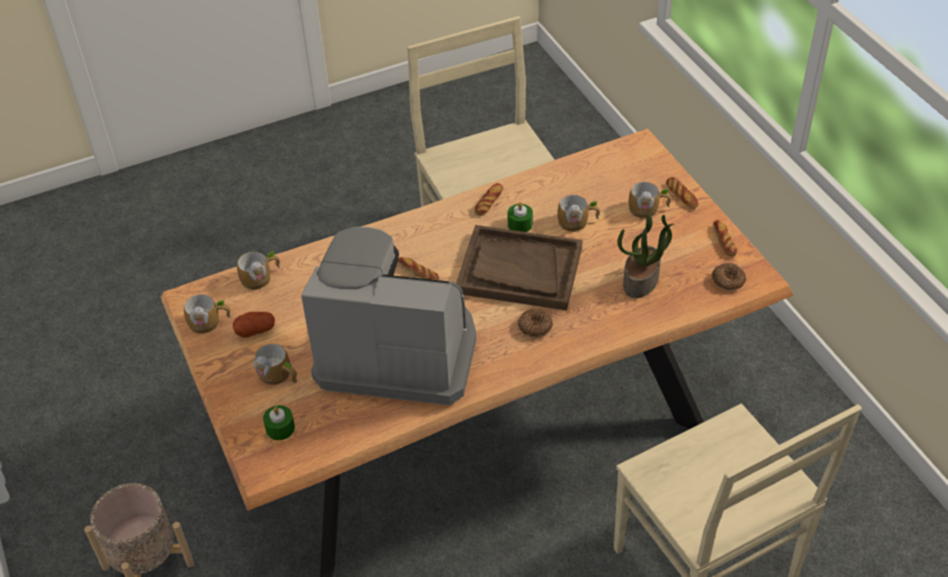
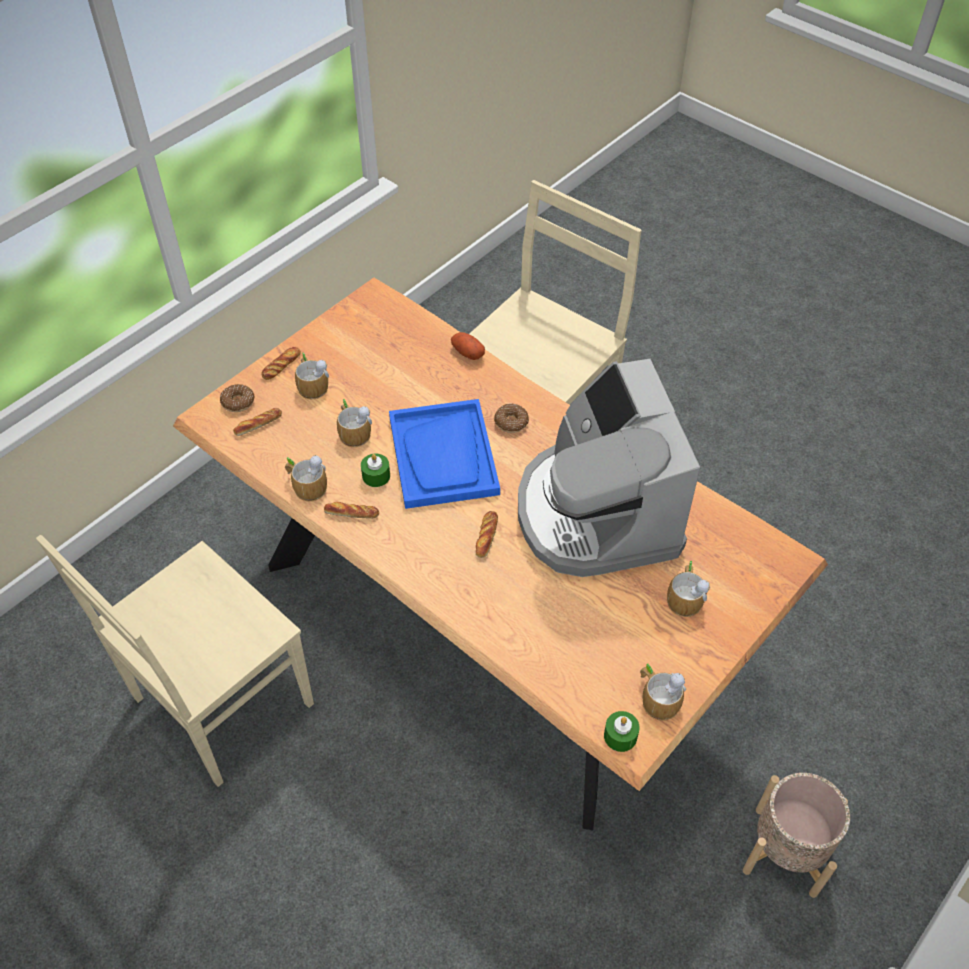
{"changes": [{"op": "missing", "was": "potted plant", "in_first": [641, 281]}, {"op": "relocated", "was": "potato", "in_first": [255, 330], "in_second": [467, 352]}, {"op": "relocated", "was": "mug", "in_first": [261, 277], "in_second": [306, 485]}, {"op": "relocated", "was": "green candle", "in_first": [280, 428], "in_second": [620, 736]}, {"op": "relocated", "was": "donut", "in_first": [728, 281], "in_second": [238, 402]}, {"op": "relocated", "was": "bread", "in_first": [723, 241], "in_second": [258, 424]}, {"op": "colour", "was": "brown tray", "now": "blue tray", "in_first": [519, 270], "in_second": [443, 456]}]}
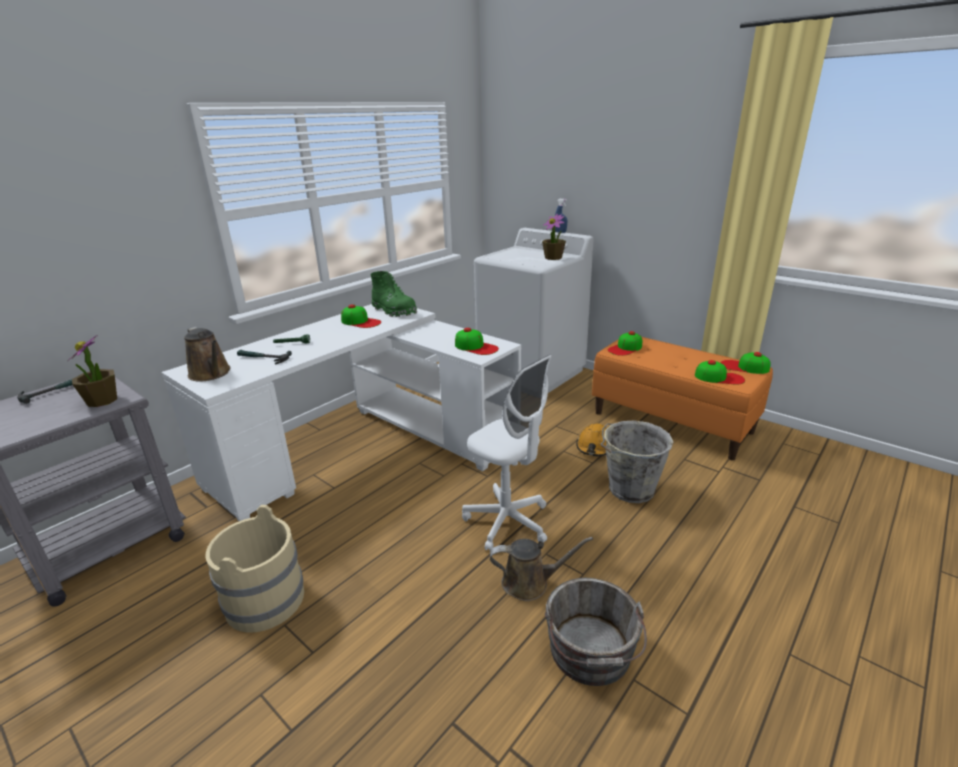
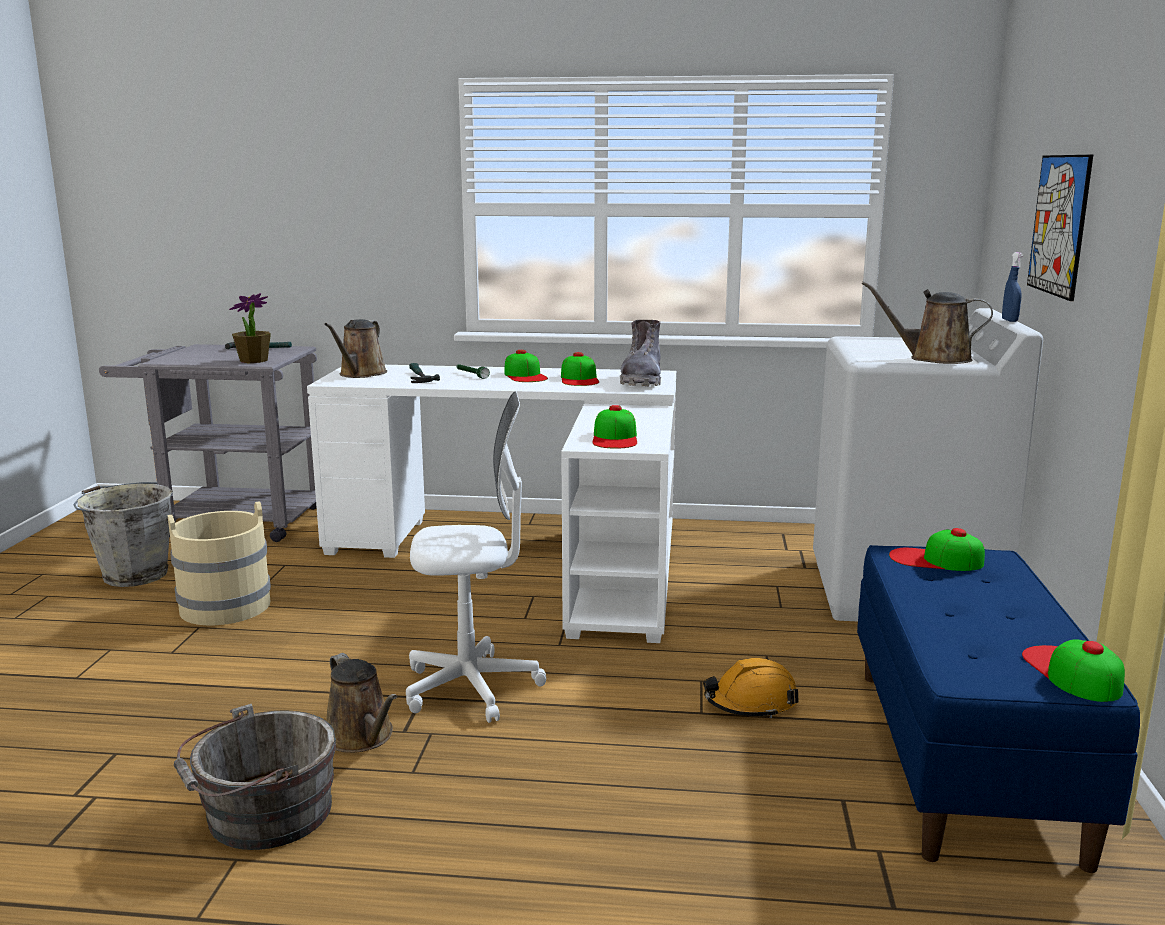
{"changes": [{"op": "appeared", "now": "picture", "in_second": [1059, 225]}, {"op": "relocated", "was": "grey bucket", "in_first": [629, 490], "in_second": [134, 574]}, {"op": "relocated", "was": "cap", "in_first": [719, 377], "in_second": [525, 375]}, {"op": "exchanged", "was": "potted plant", "now": "brown watering can", "in_first": [553, 258], "in_second": [933, 359]}, {"op": "colour", "was": "green boot", "now": "grey boot", "in_first": [394, 311], "in_second": [642, 381]}, {"op": "colour", "was": "orange bench", "now": "blue bench", "in_first": [672, 422], "in_second": [965, 760]}, {"op": "spun", "was": "white office chair", "in_first": [507, 522], "in_second": [471, 688], "clockwise": -105}]}
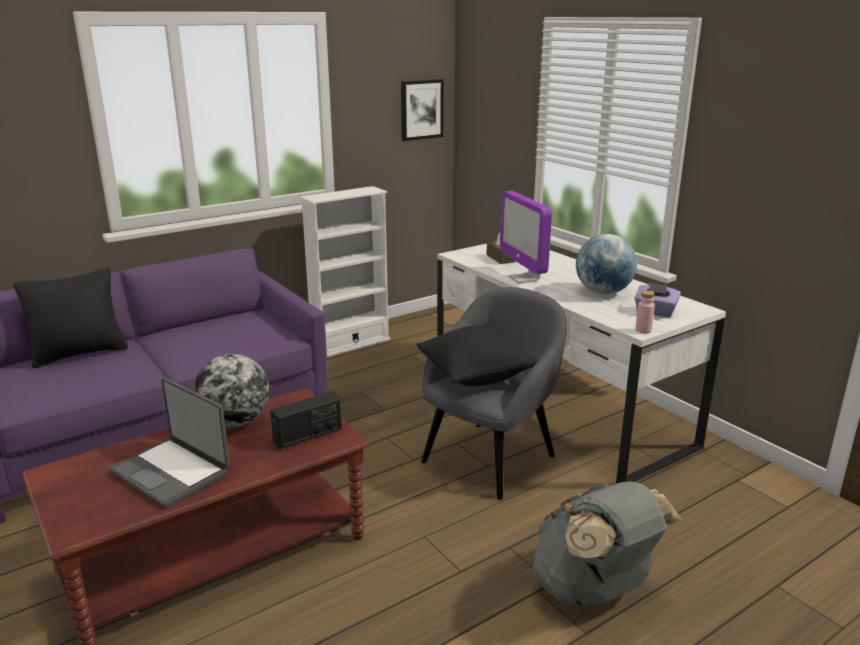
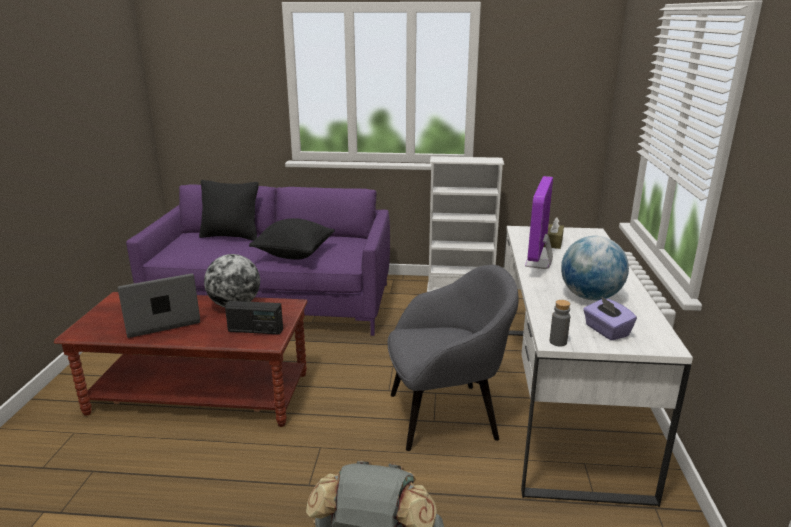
{"changes": [{"op": "missing", "was": "picture", "in_first": [421, 109]}, {"op": "relocated", "was": "black pillow", "in_first": [475, 377], "in_second": [294, 254]}, {"op": "colour", "was": "pink bottle", "now": "grey bottle", "in_first": [643, 330], "in_second": [558, 342]}, {"op": "spun", "was": "laptop", "in_first": [172, 472], "in_second": [161, 321], "clockwise": 75}]}
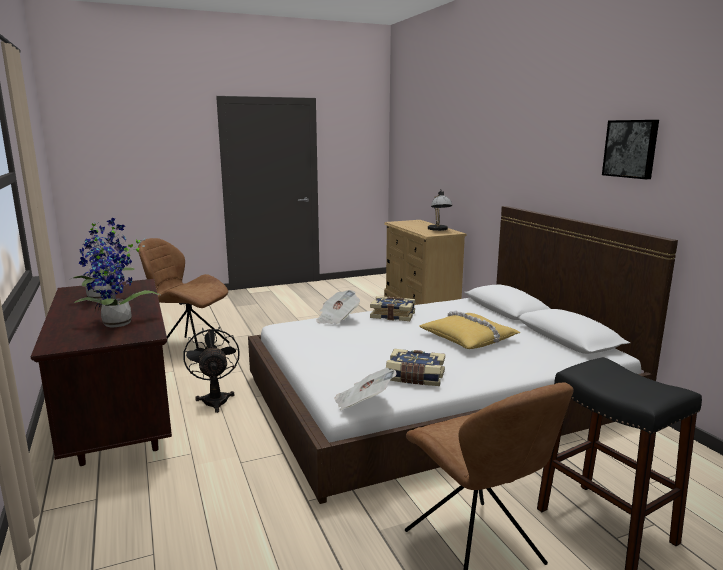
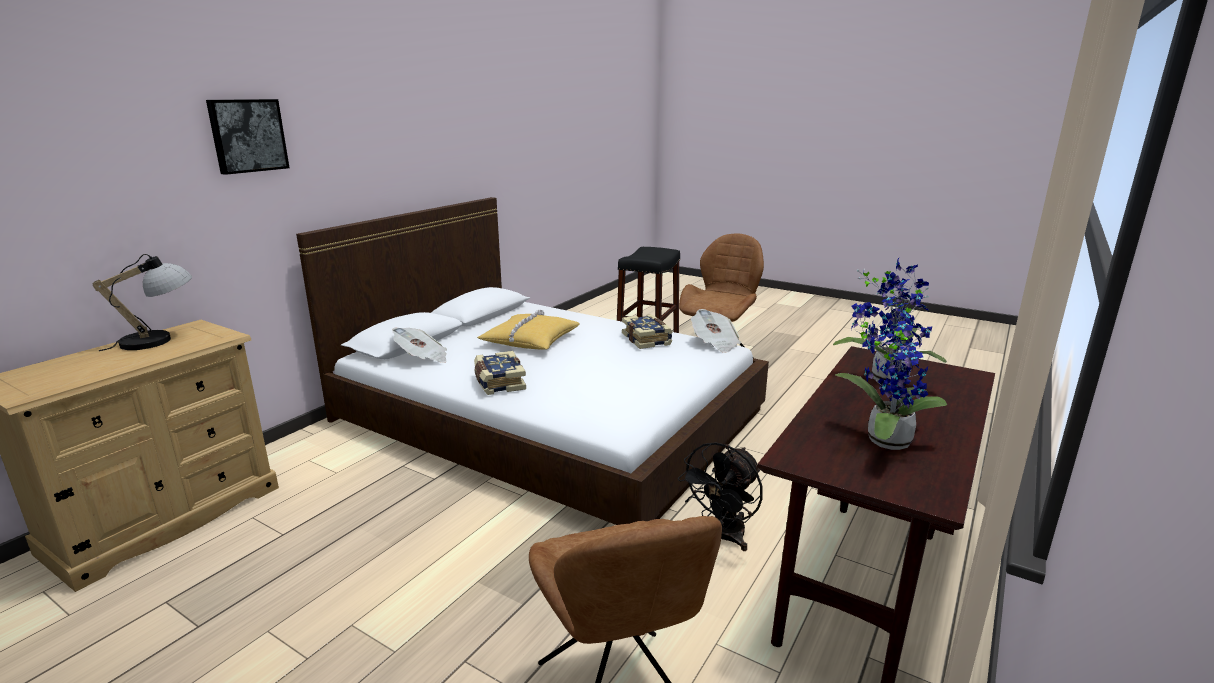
{"changes": [{"op": "relocated", "was": "newspaper", "in_first": [337, 319], "in_second": [423, 358]}, {"op": "relocated", "was": "picture", "in_first": [631, 148], "in_second": [247, 135]}]}
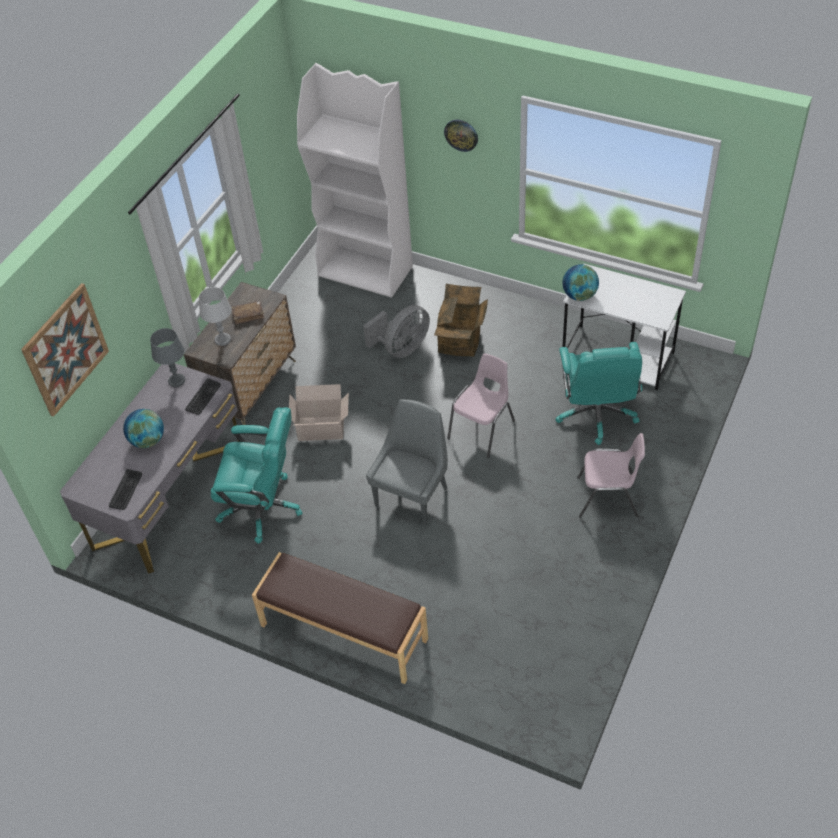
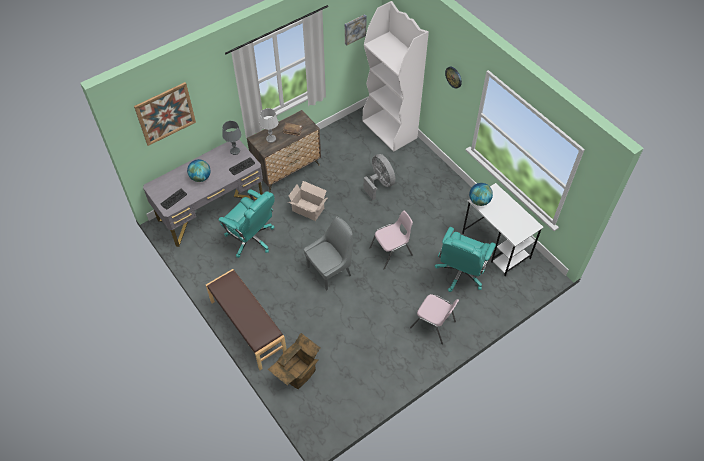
{"changes": [{"op": "appeared", "now": "picture", "in_second": [354, 29]}, {"op": "relocated", "was": "cardboard box", "in_first": [461, 342], "in_second": [297, 373]}, {"op": "spun", "was": "grey fan", "in_first": [402, 348], "in_second": [379, 184], "clockwise": -105}]}
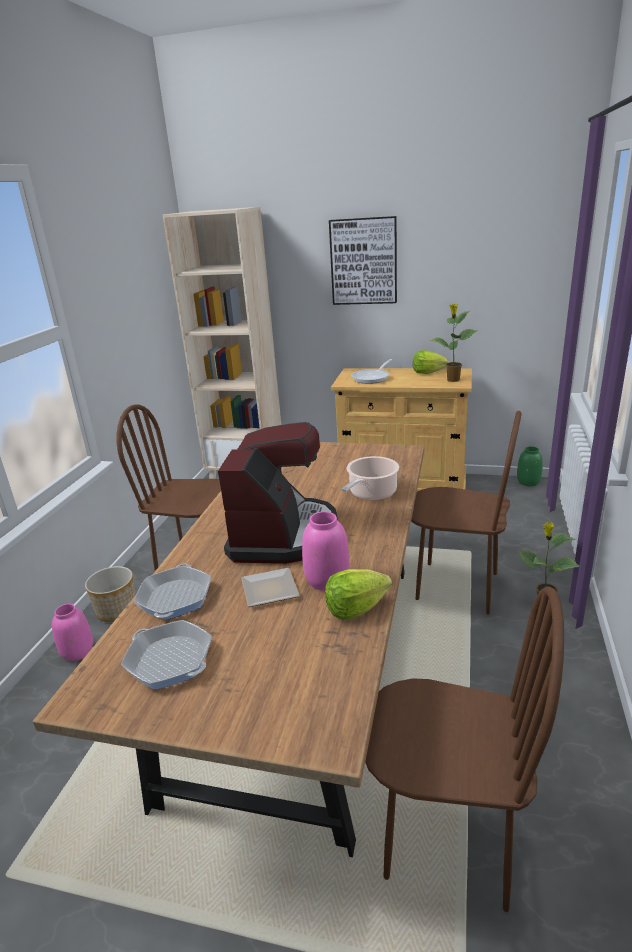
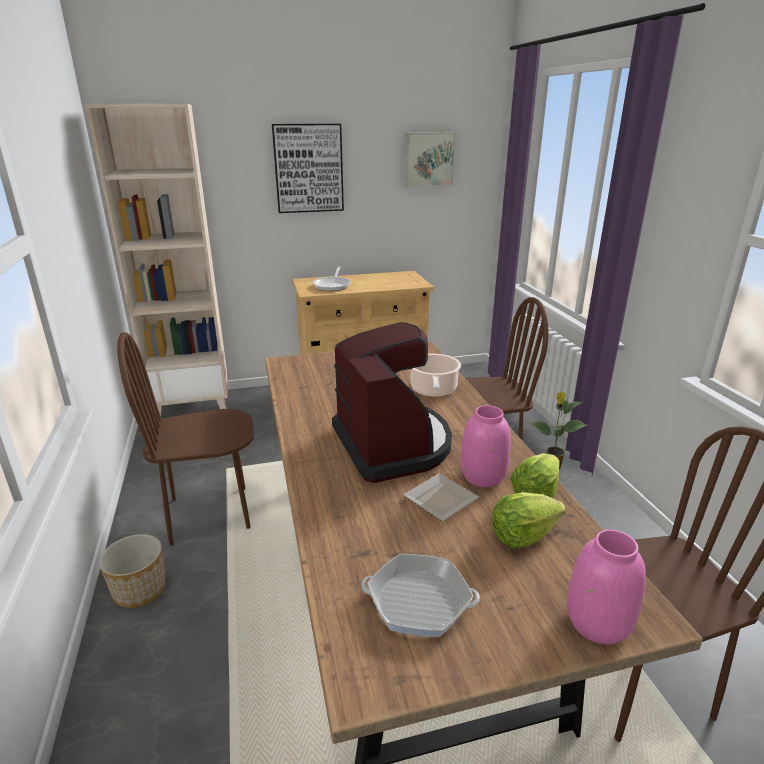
{"changes": [{"op": "missing", "was": "frying pan", "in_first": [175, 598]}, {"op": "missing", "was": "potted plant", "in_first": [452, 380]}, {"op": "missing", "was": "green vase", "in_first": [528, 482]}, {"op": "appeared", "now": "picture", "in_second": [428, 159]}, {"op": "relocated", "was": "pink vase", "in_first": [77, 652], "in_second": [598, 623]}, {"op": "relocated", "was": "lettuce", "in_first": [427, 372], "in_second": [523, 535]}]}
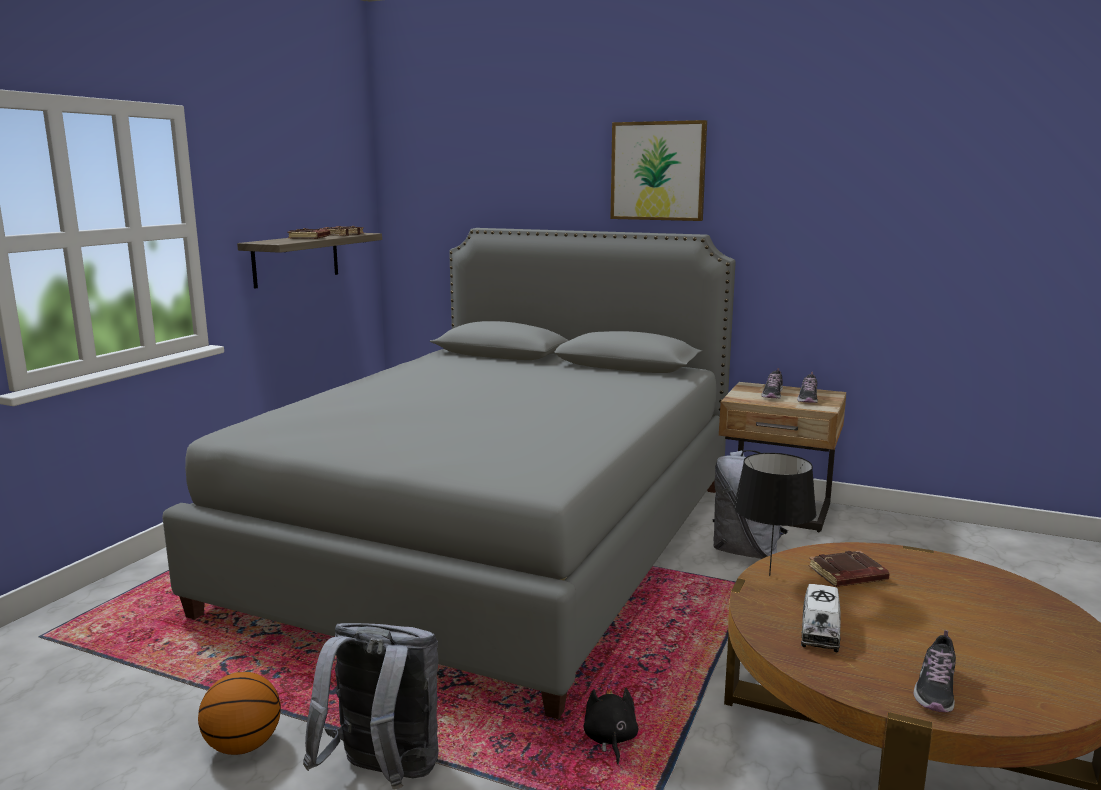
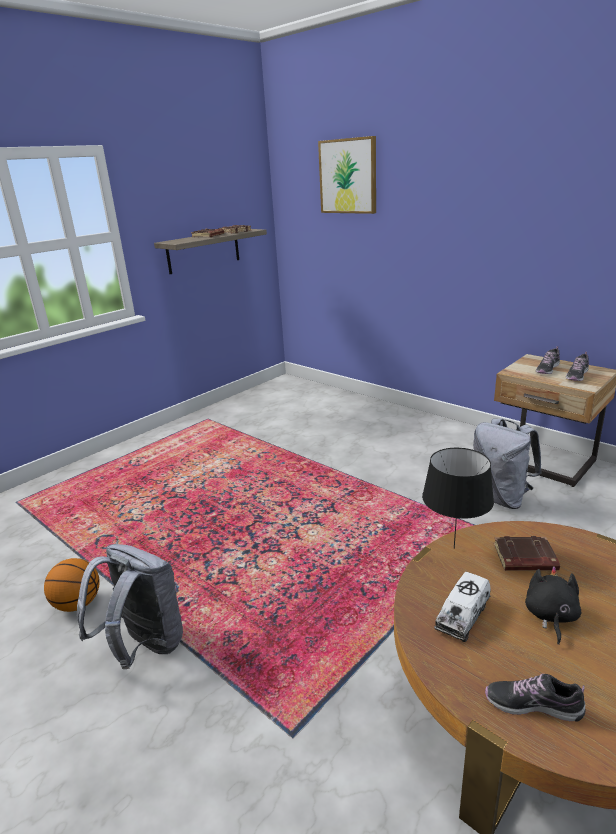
{"changes": [{"op": "missing", "was": "grey bed", "in_first": [496, 543]}, {"op": "relocated", "was": "black plush toy", "in_first": [610, 739], "in_second": [550, 616]}, {"op": "relocated", "was": "picture", "in_first": [658, 171], "in_second": [348, 176]}, {"op": "spun", "was": "shoe", "in_first": [935, 689], "in_second": [533, 705], "clockwise": 60}]}
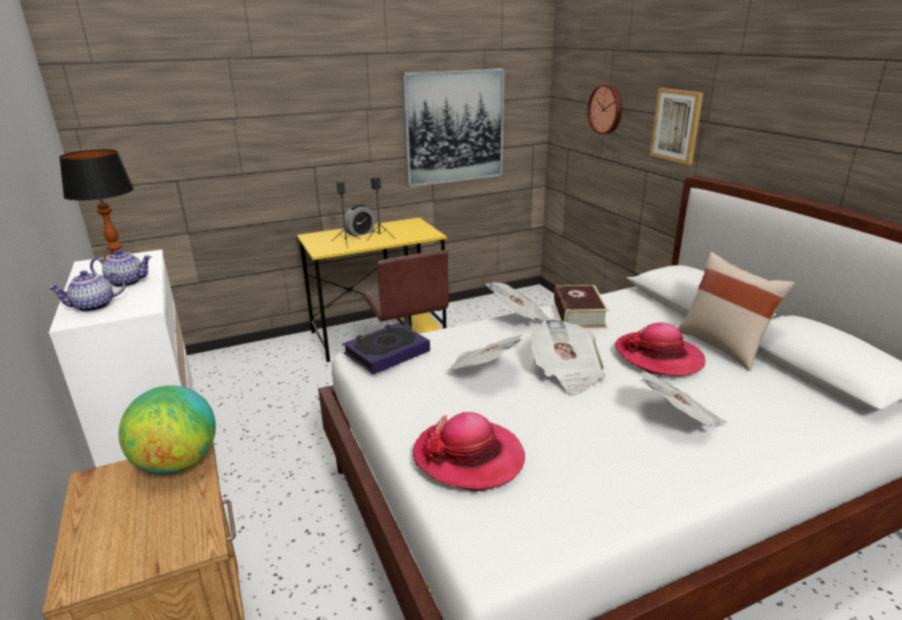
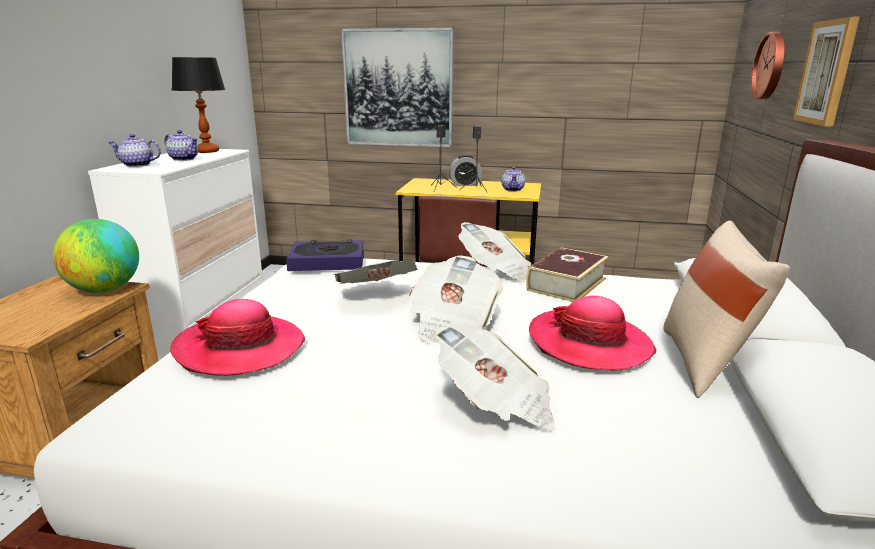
{"changes": [{"op": "appeared", "now": "teapot", "in_second": [513, 190]}, {"op": "relocated", "was": "picture", "in_first": [454, 127], "in_second": [398, 88]}]}
